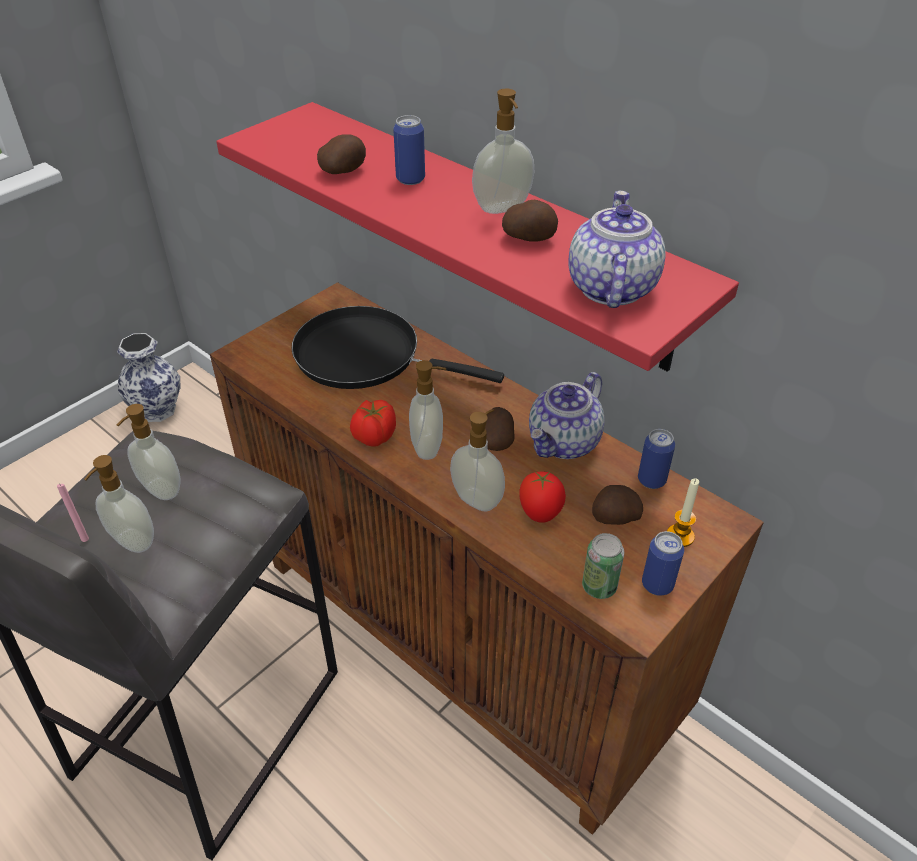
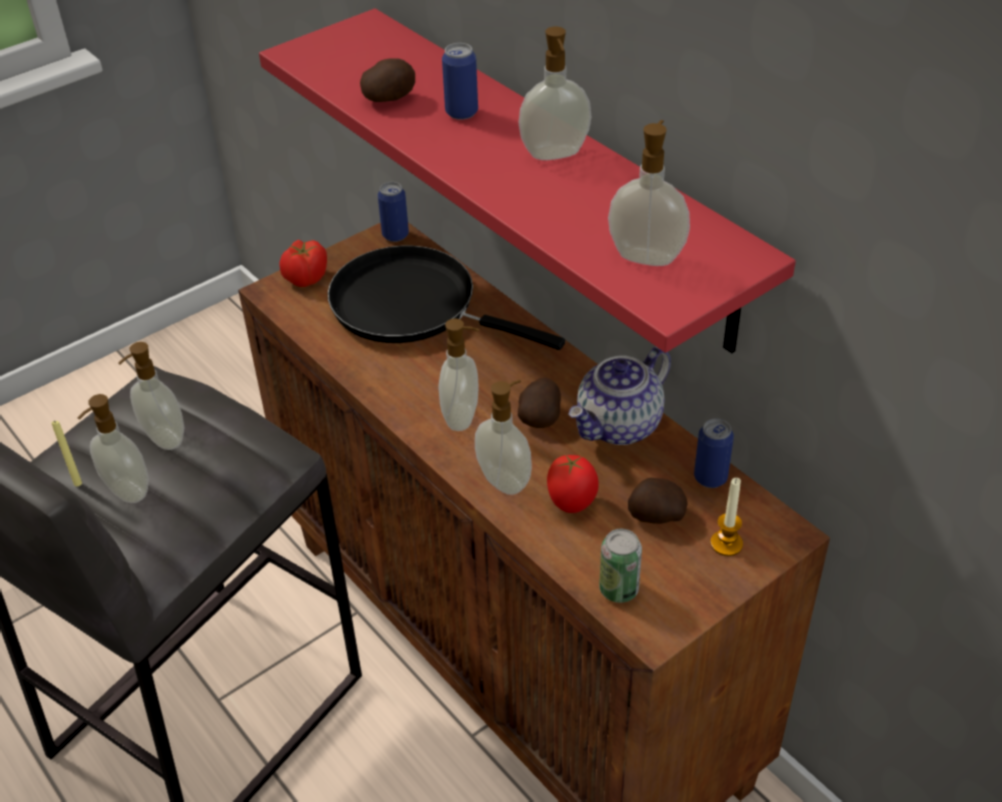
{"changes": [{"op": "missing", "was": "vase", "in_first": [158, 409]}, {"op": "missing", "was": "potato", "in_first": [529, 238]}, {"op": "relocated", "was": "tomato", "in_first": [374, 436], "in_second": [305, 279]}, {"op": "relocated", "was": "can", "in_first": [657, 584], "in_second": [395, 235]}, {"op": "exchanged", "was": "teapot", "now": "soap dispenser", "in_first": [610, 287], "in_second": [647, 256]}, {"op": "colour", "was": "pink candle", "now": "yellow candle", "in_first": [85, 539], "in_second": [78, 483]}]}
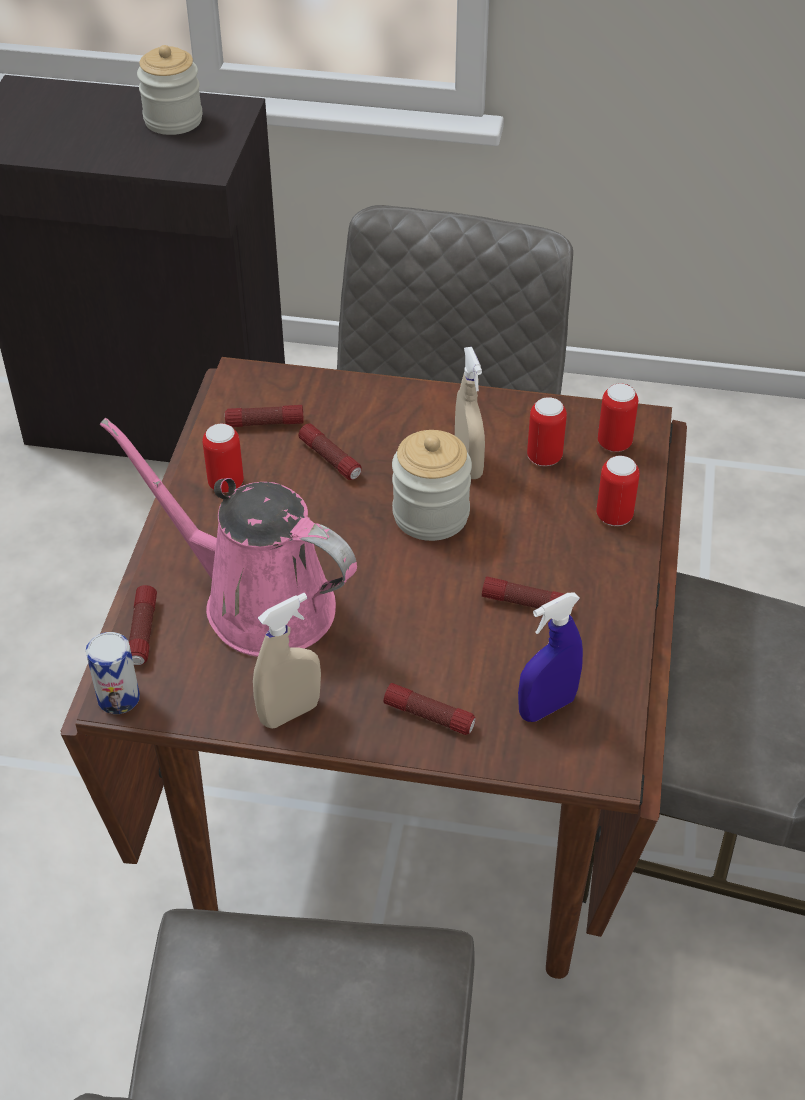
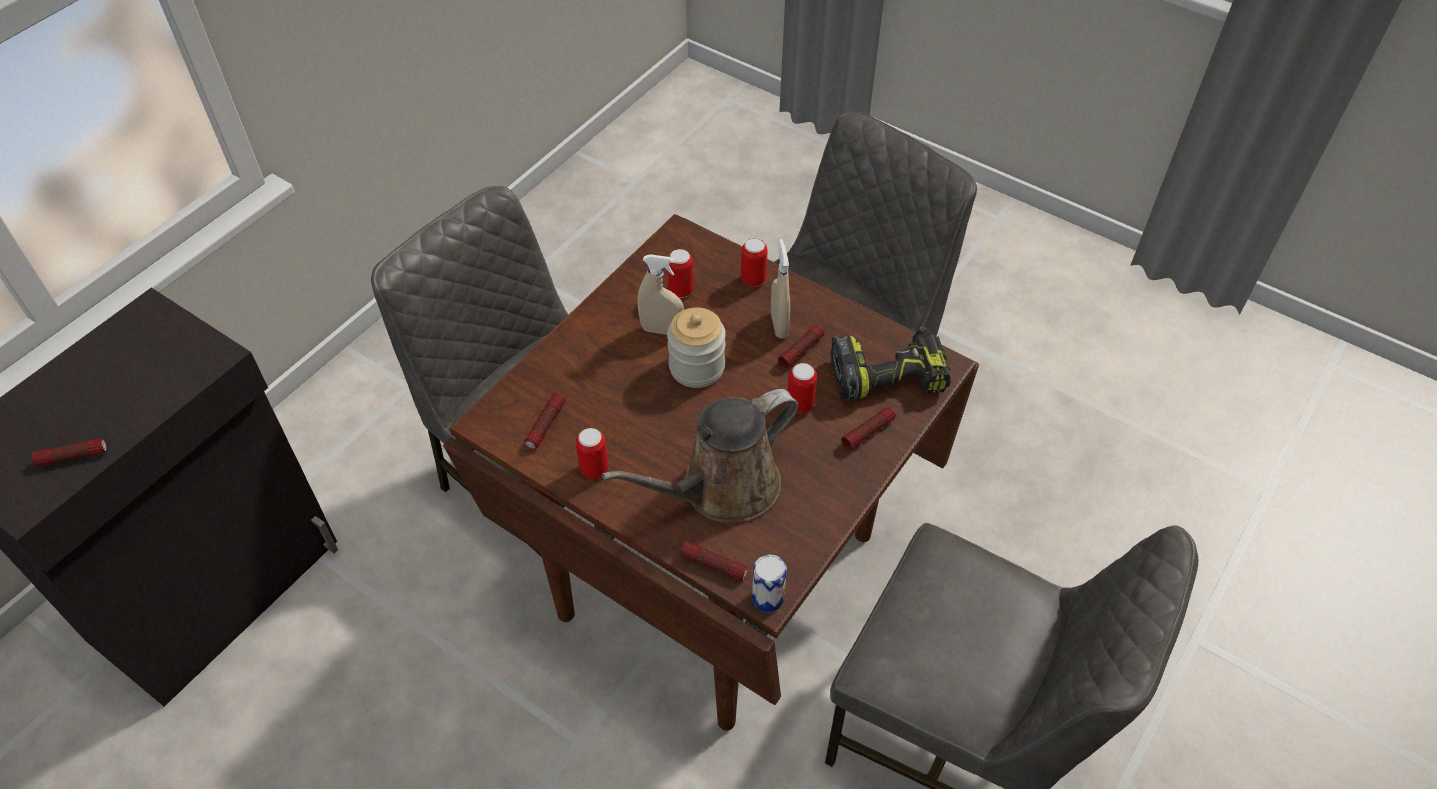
{"changes": [{"op": "missing", "was": "jar", "in_first": [173, 120]}, {"op": "relocated", "was": "beige spray bottle", "in_first": [290, 713], "in_second": [779, 325]}, {"op": "relocated", "was": "flashlight", "in_first": [330, 459], "in_second": [73, 457]}, {"op": "relocated", "was": "can", "in_first": [614, 443], "in_second": [800, 405]}, {"op": "exchanged", "was": "blue spray bottle", "now": "power drill", "in_first": [546, 707], "in_second": [888, 374]}, {"op": "colour", "was": "pink watering can", "now": "brown watering can", "in_first": [257, 602], "in_second": [722, 489]}]}
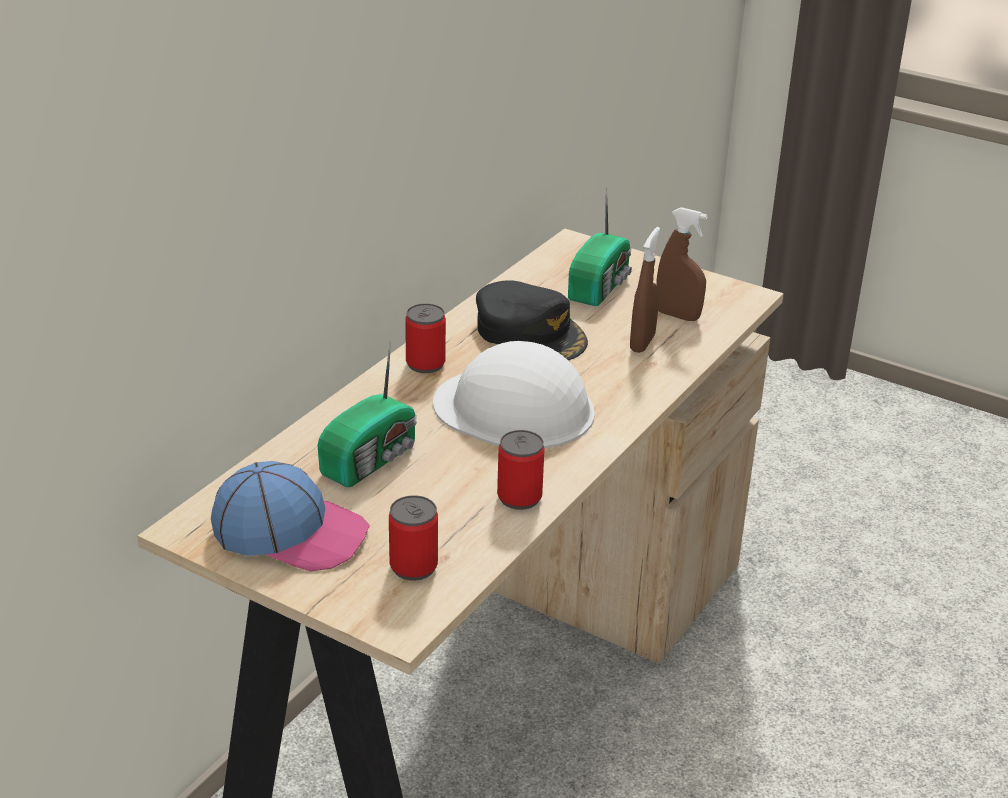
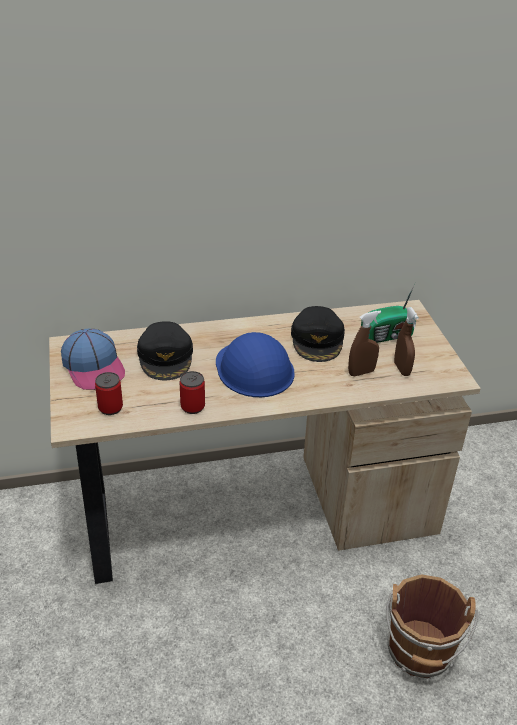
{"changes": [{"op": "missing", "was": "can", "in_first": [425, 364]}, {"op": "appeared", "now": "brown bucket", "in_second": [420, 652]}, {"op": "exchanged", "was": "radio", "now": "black cap", "in_first": [372, 459], "in_second": [166, 356]}, {"op": "colour", "was": "white hard hat", "now": "blue hard hat", "in_first": [514, 408], "in_second": [254, 369]}]}
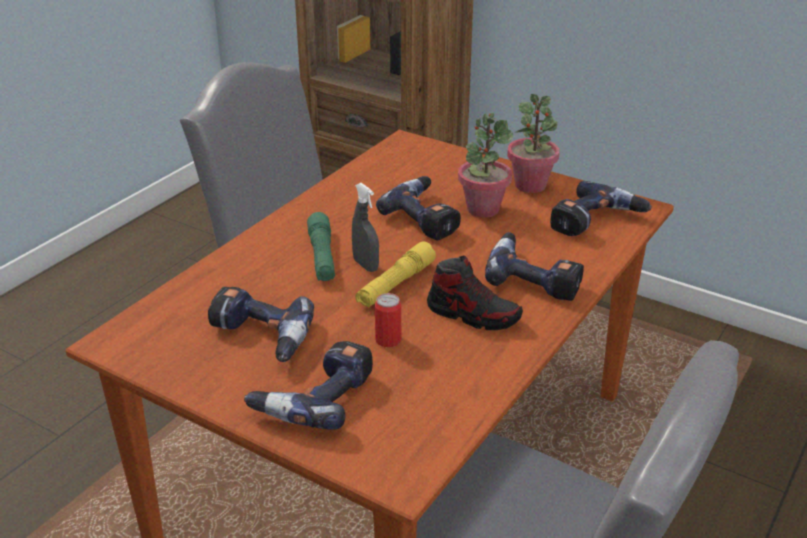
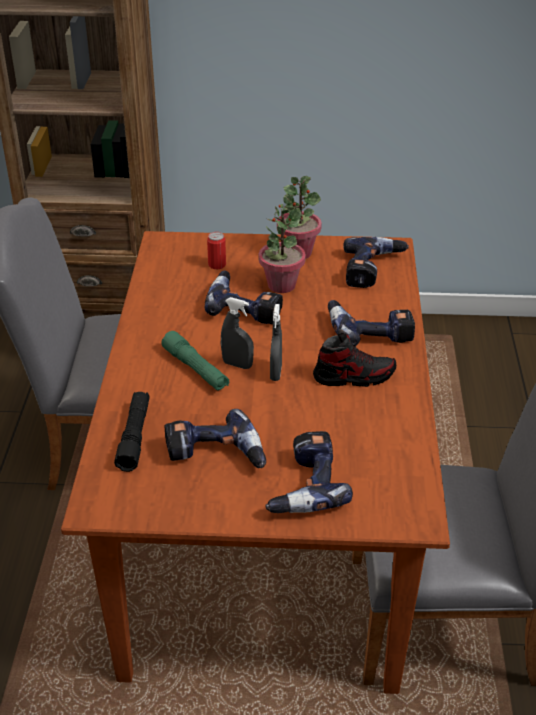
{"changes": [{"op": "appeared", "now": "black flashlight", "in_second": [134, 436]}, {"op": "relocated", "was": "can", "in_first": [388, 340], "in_second": [217, 265]}, {"op": "exchanged", "was": "yellow flashlight", "now": "grey spray bottle", "in_first": [395, 285], "in_second": [276, 373]}]}
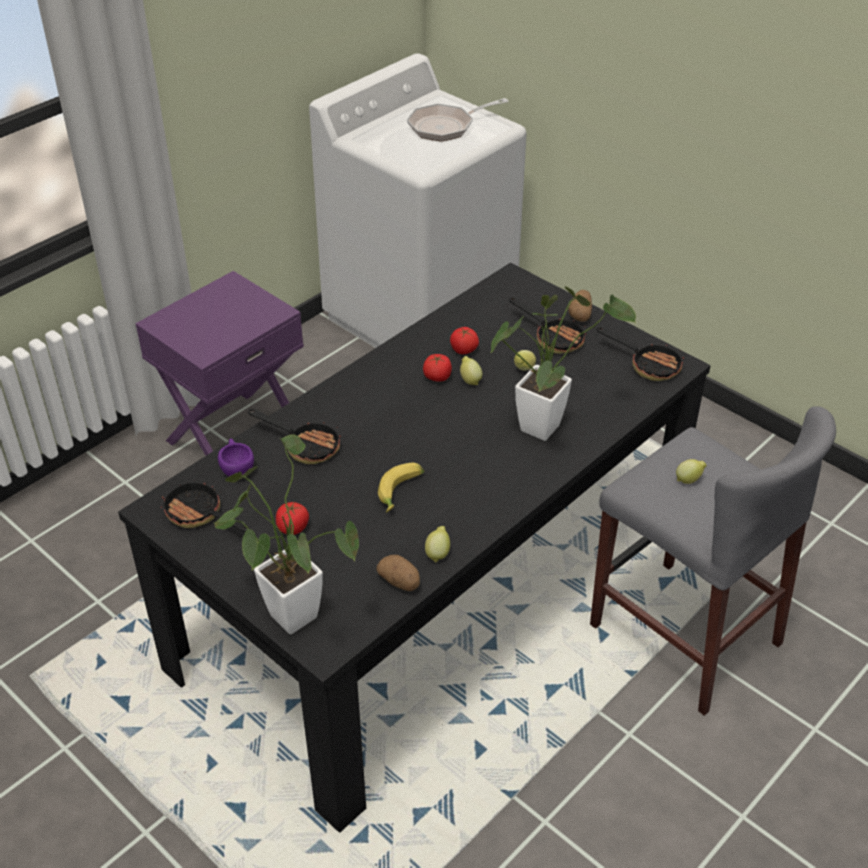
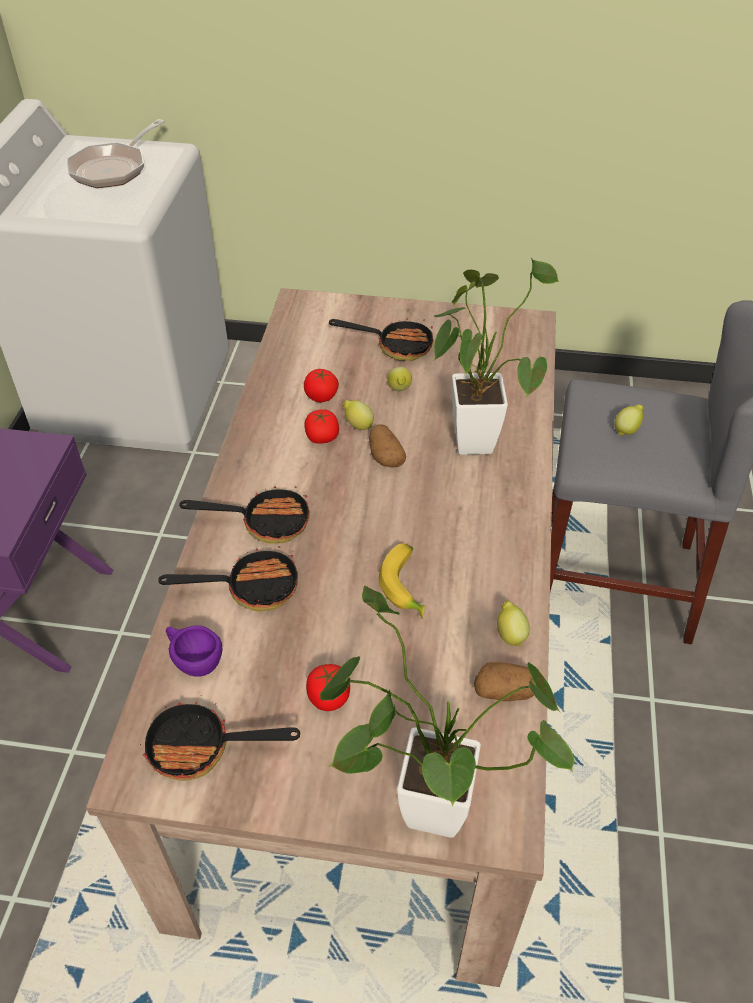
{"changes": [{"op": "relocated", "was": "potato", "in_first": [580, 314], "in_second": [385, 456]}, {"op": "relocated", "was": "frying pan", "in_first": [648, 365], "in_second": [265, 521]}, {"op": "colour", "was": "black dining table", "now": "beige dining table", "in_first": [434, 593], "in_second": [376, 666]}]}
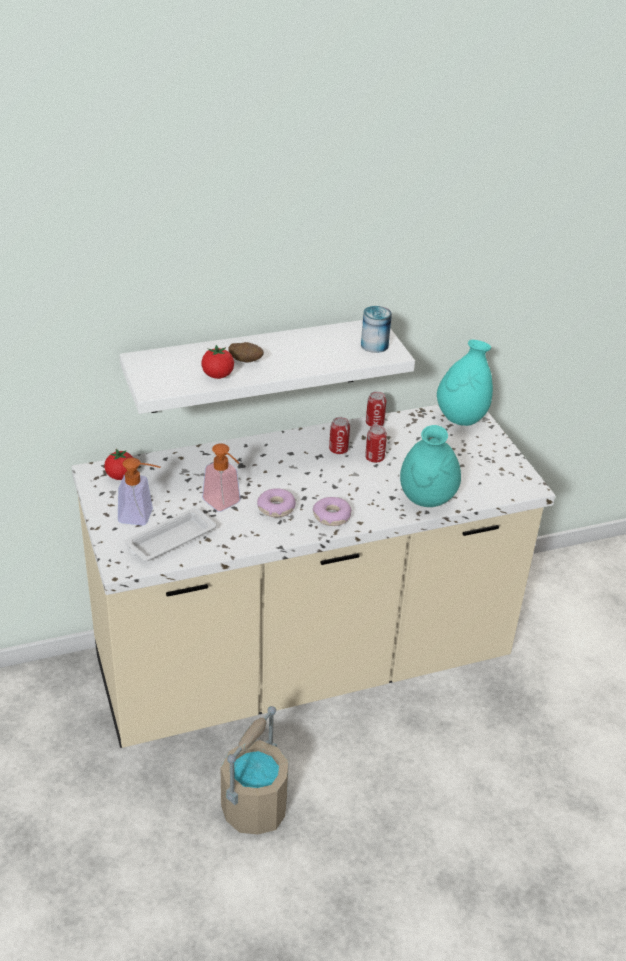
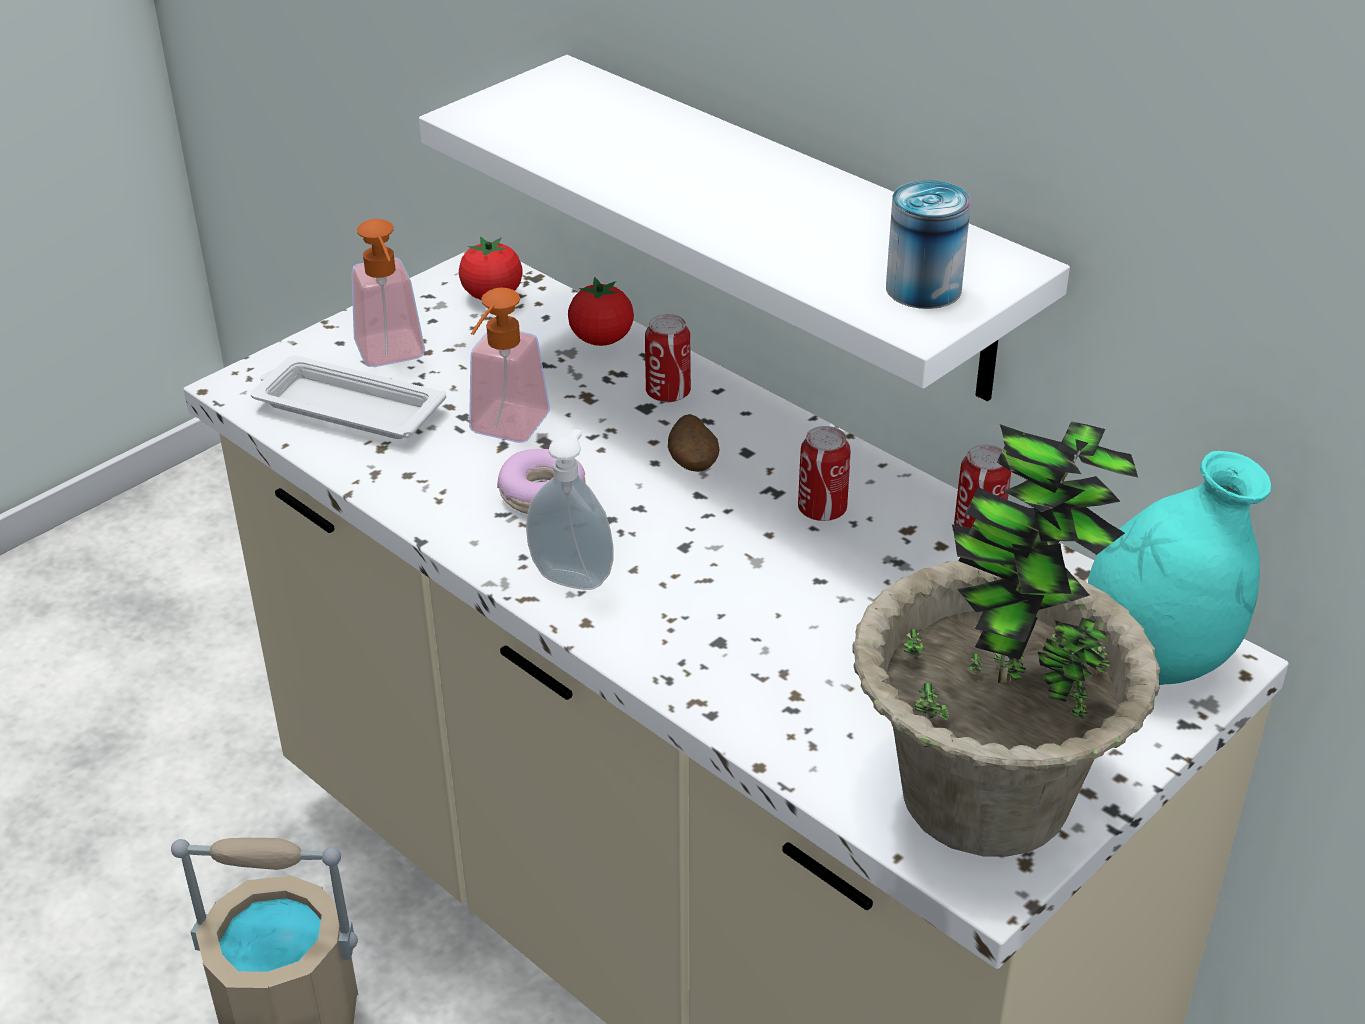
{"changes": [{"op": "missing", "was": "turquoise vase", "in_first": [426, 500]}, {"op": "appeared", "now": "potted plant", "in_second": [985, 795]}, {"op": "relocated", "was": "tomato", "in_first": [218, 375], "in_second": [601, 339]}, {"op": "relocated", "was": "potato", "in_first": [246, 361], "in_second": [693, 465]}, {"op": "relocated", "was": "can", "in_first": [374, 458], "in_second": [668, 393]}, {"op": "exchanged", "was": "donut", "now": "soap dispenser", "in_first": [332, 517], "in_second": [573, 576]}]}
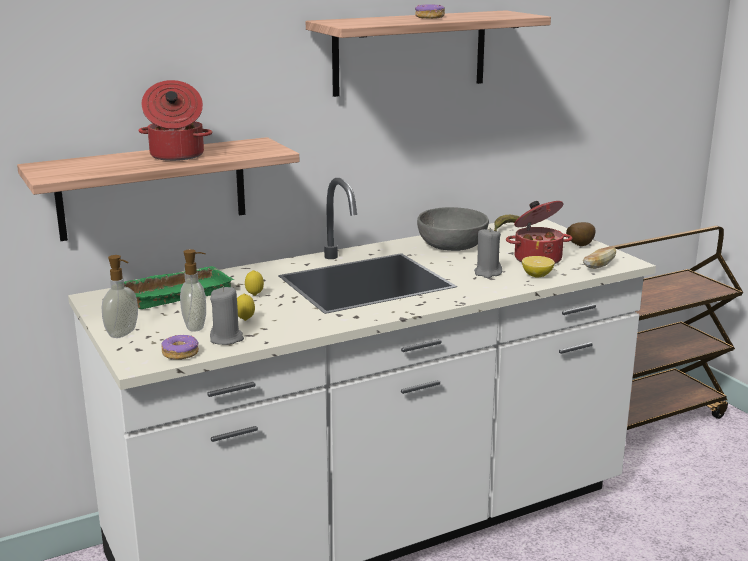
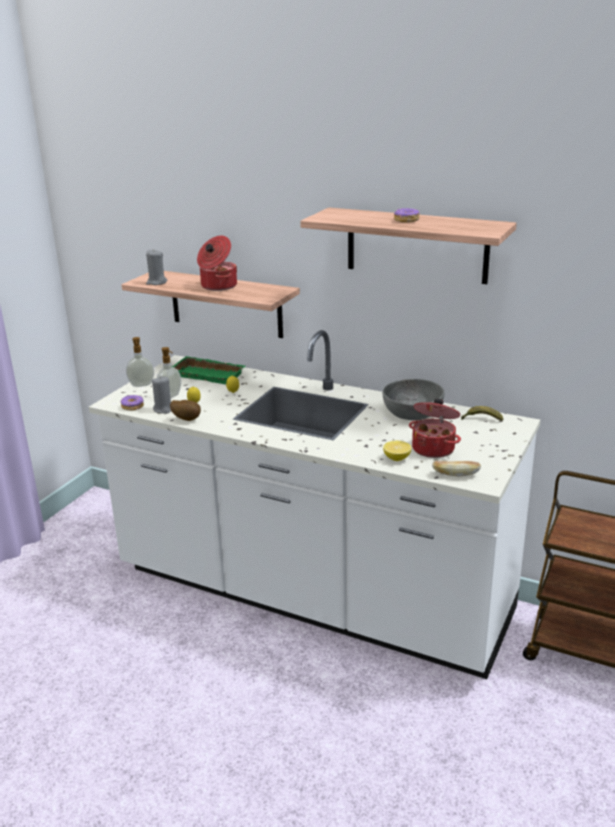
{"changes": [{"op": "relocated", "was": "grey candle", "in_first": [487, 273], "in_second": [156, 282]}, {"op": "relocated", "was": "potato", "in_first": [578, 246], "in_second": [187, 419]}]}
